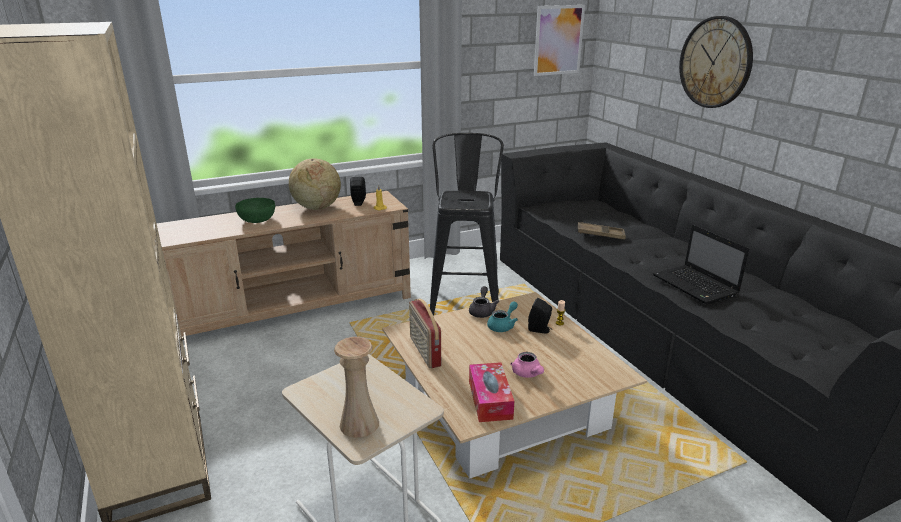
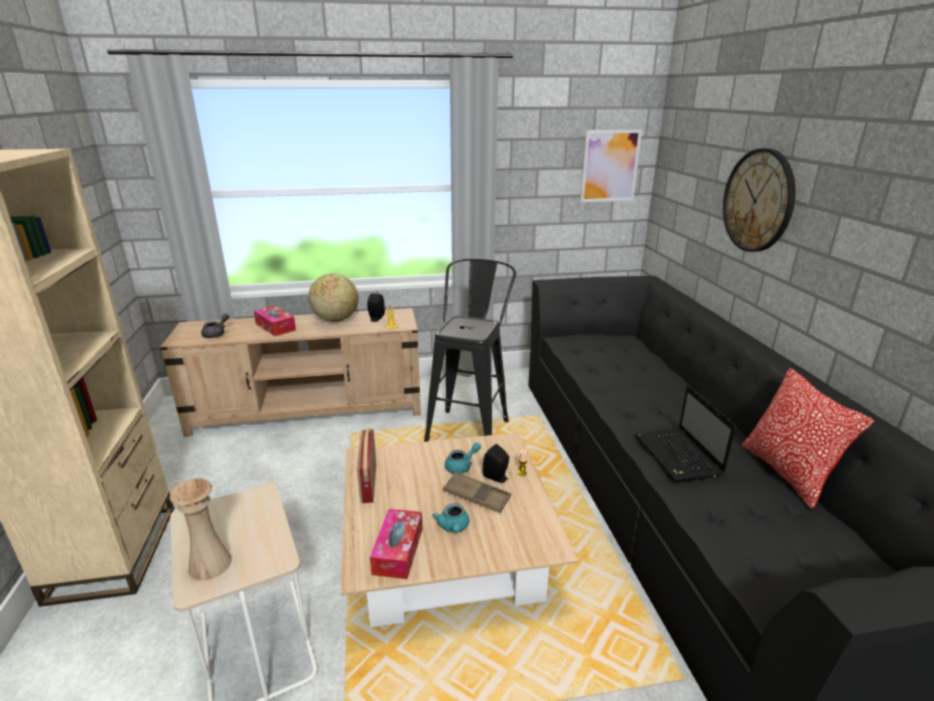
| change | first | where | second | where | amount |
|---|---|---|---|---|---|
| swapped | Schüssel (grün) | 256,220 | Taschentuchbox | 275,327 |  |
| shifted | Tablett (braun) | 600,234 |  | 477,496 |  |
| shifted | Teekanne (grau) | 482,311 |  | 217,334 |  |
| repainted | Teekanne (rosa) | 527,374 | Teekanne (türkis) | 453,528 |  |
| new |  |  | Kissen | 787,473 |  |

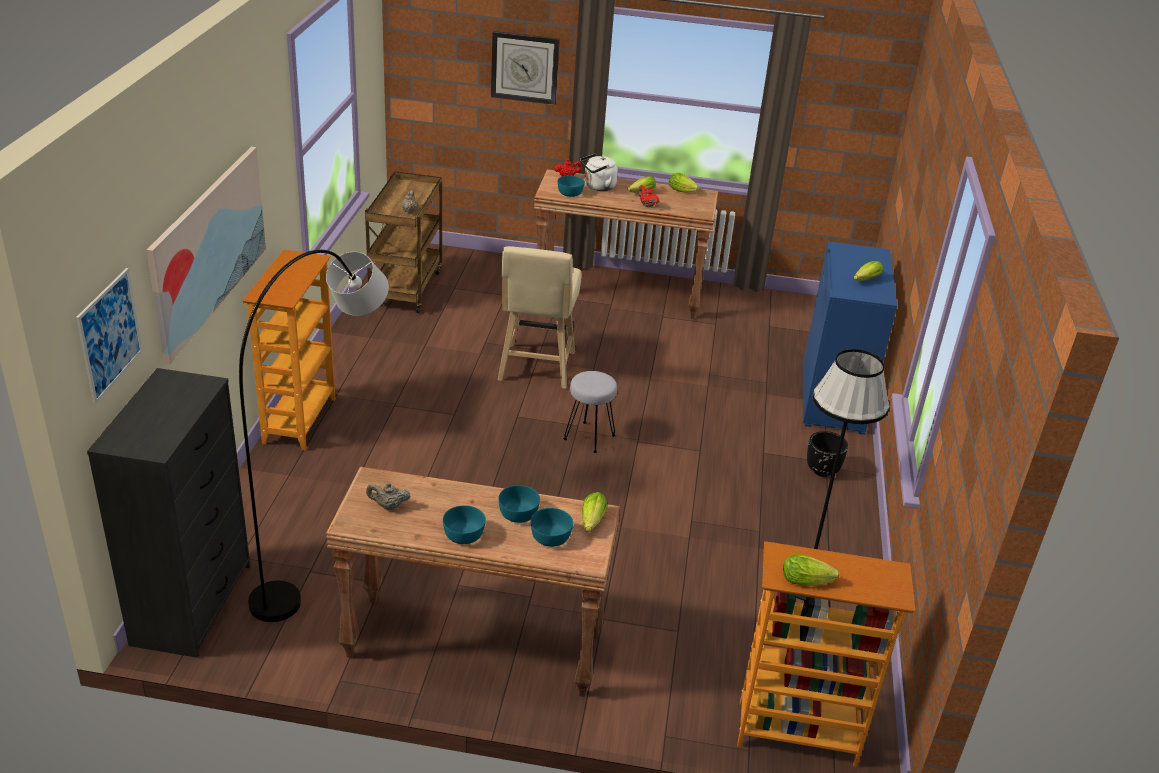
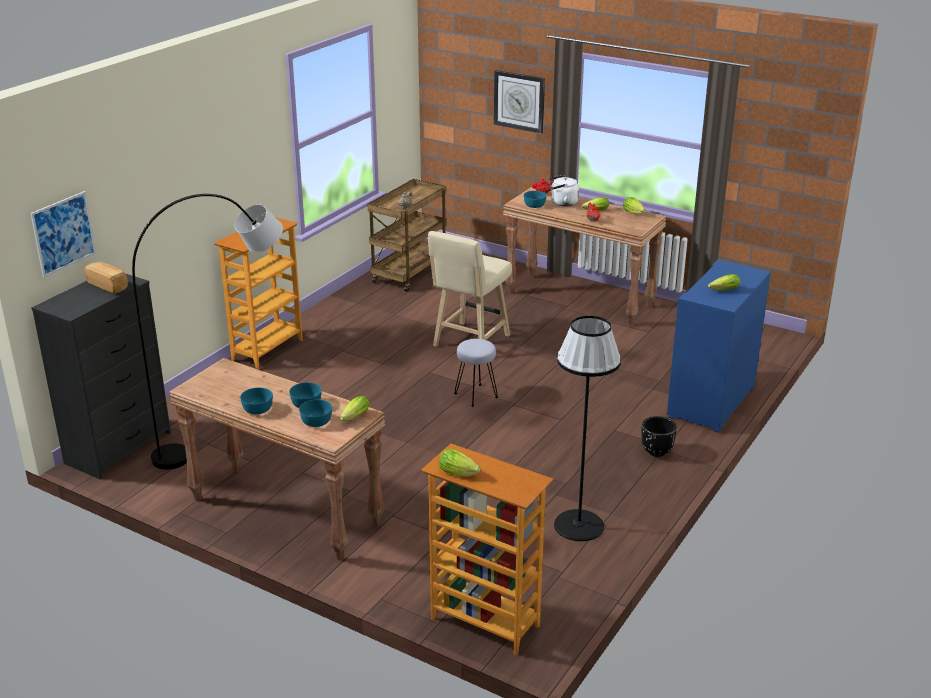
| change | first | where | second | where | amount |
|---|---|---|---|---|---|
| gone | Bild | 210,249 |  |  |  |
| gone | Teekanne (beige) | 388,506 |  |  |  |
| new |  |  | Brot | 108,286 |  |

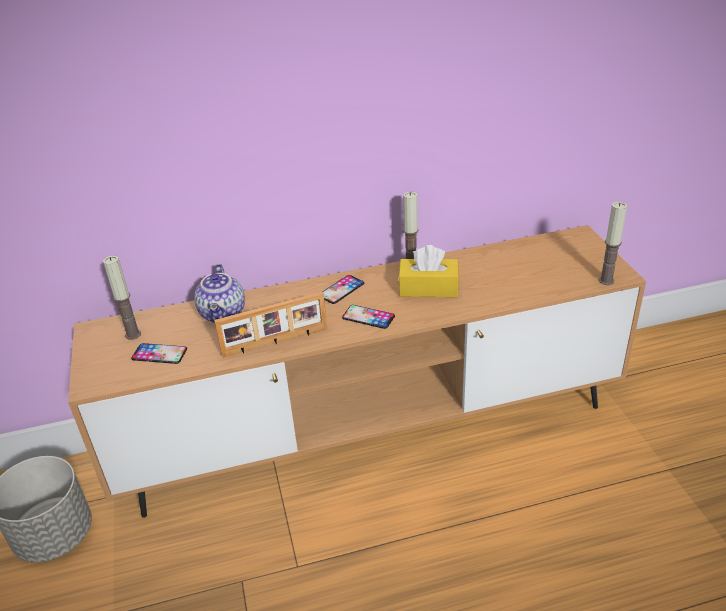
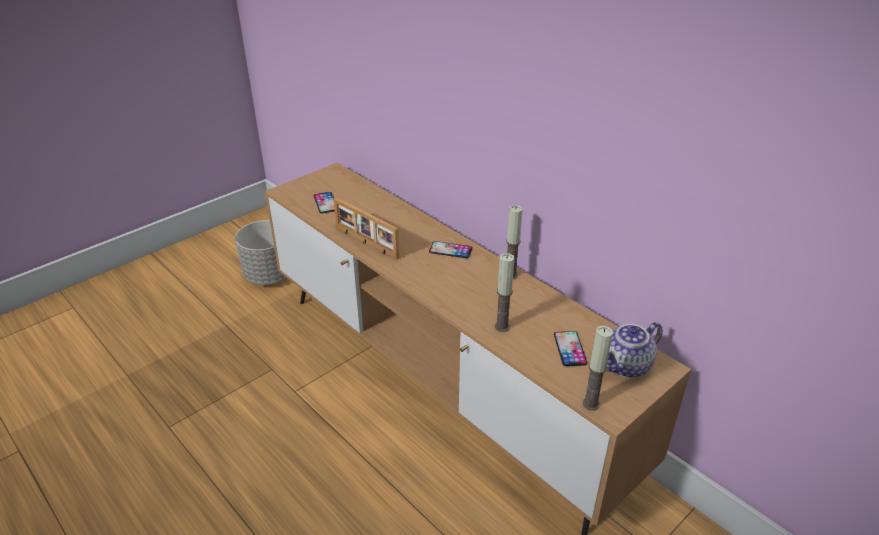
| change | first | where | second | where | amount |
|---|---|---|---|---|---|
| gone | Taschentuchbox (gelb) | 428,288 |  |  |  |
| shifted | Kerze | 133,334 |  | 502,326 |  |
| shifted | Teekanne | 224,314 |  | 626,366 |  |
| shifted | Handy | 368,317 |  | 570,349 |  |

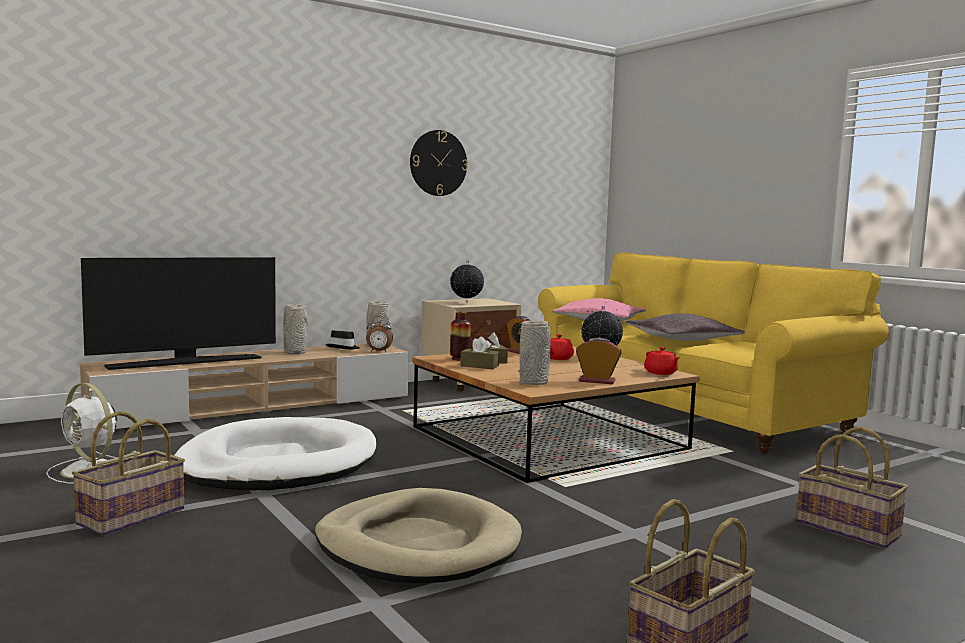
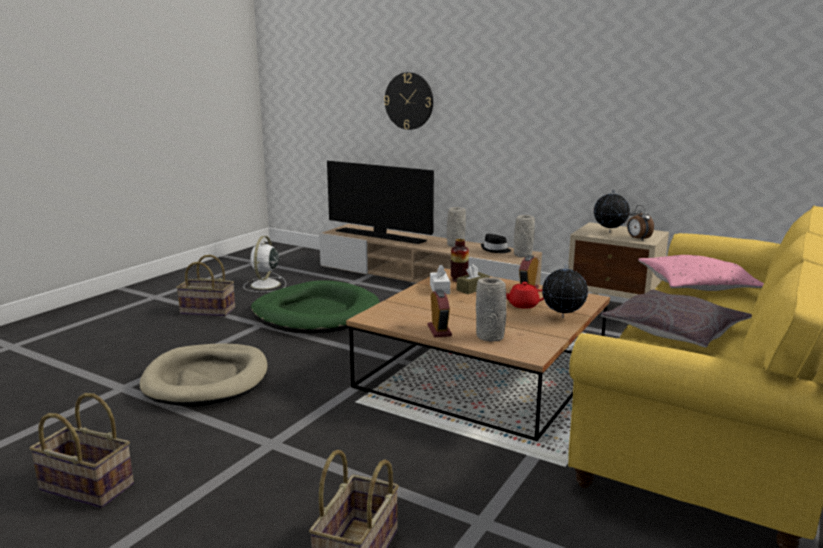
| change | first | where | second | where | amount |
|---|---|---|---|---|---|
| shifted | Wanduhr | 438,163 |  | 409,101 |  |
| shifted | Wecker | 378,351 |  | 638,239 |  |
| shifted | Vase (grau) | 534,383 |  | 491,337 |  |
| repainted | Taschentuchbox (braun) | 479,366 | Taschentuchbox (weiß) | 439,289 |  |
| gone | Teekanne (rot) | 661,373 |  |  |  |
| repainted | Hundebett (weiß) | 278,464 | Hundebett (grün) | 316,314 |  |

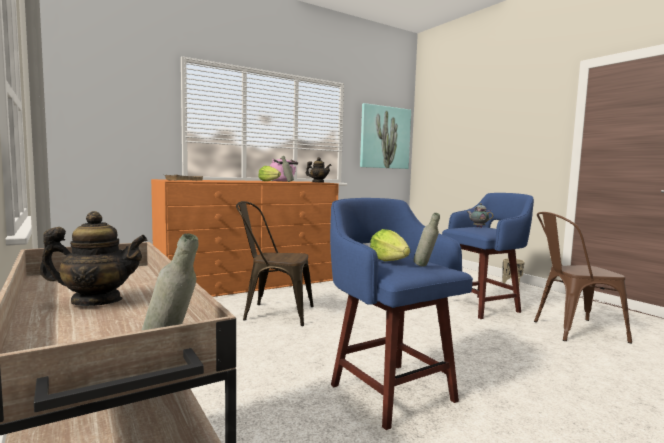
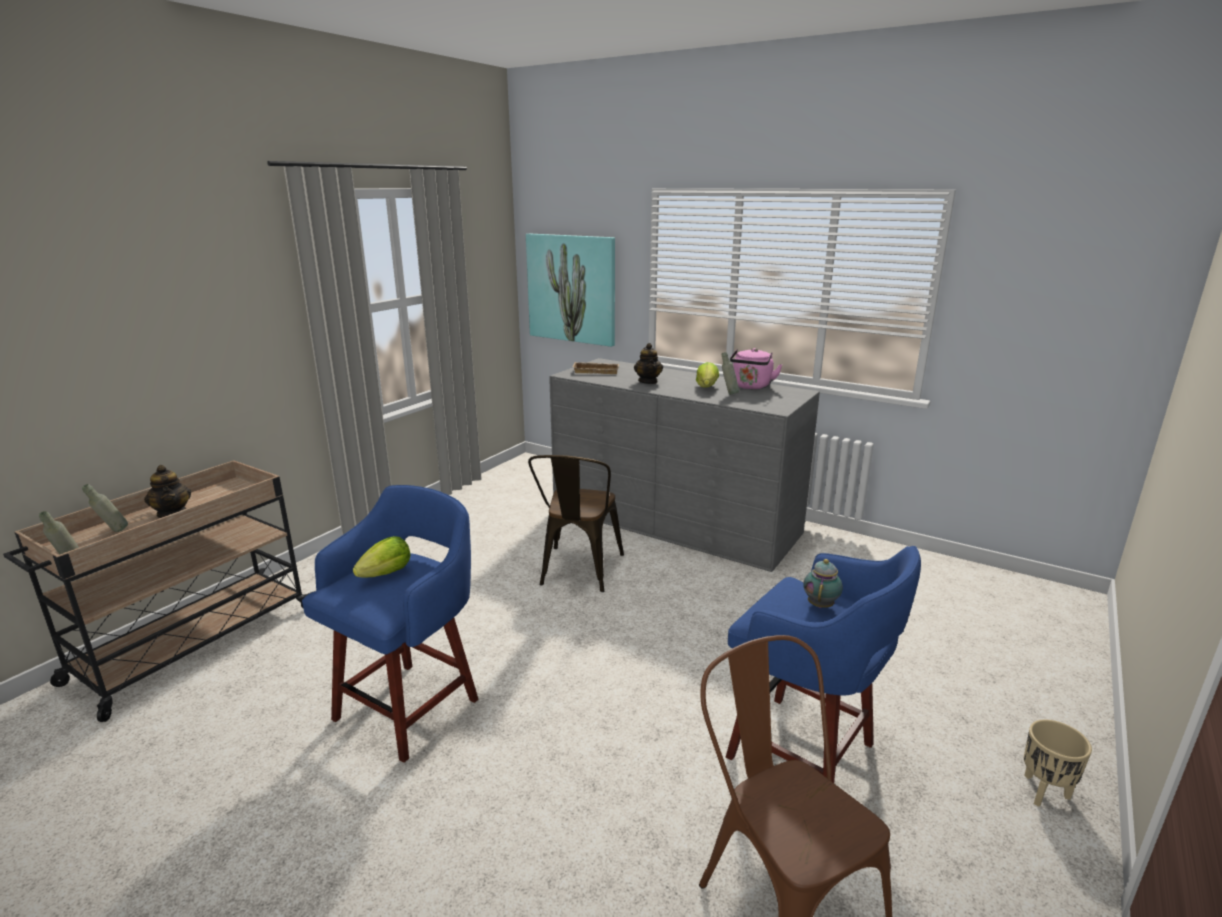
| change | first | where | second | where | amount |
|---|---|---|---|---|---|
| shifted | Bild | 384,137 |  | 572,288 |  |
| shifted | Teekanne | 318,182 |  | 648,381 |  |
| repainted | Kommode (orange) | 249,282 | Kommode (grau) | 674,520 |  |
| rotated | Stuhl (braun) | 273,313 |  | 578,572 | 150 degrees counterclockwise |
| shifted | Flasche (grau) | 425,266 |  | 113,532 |  |

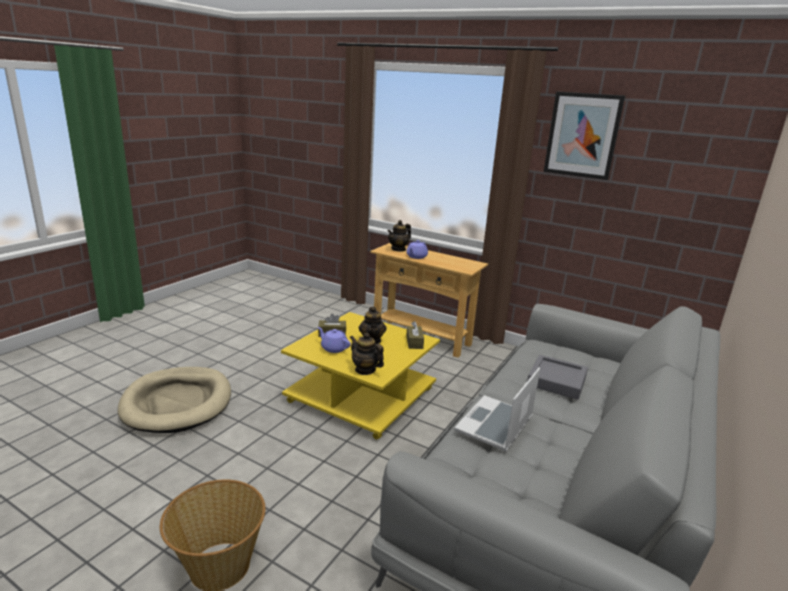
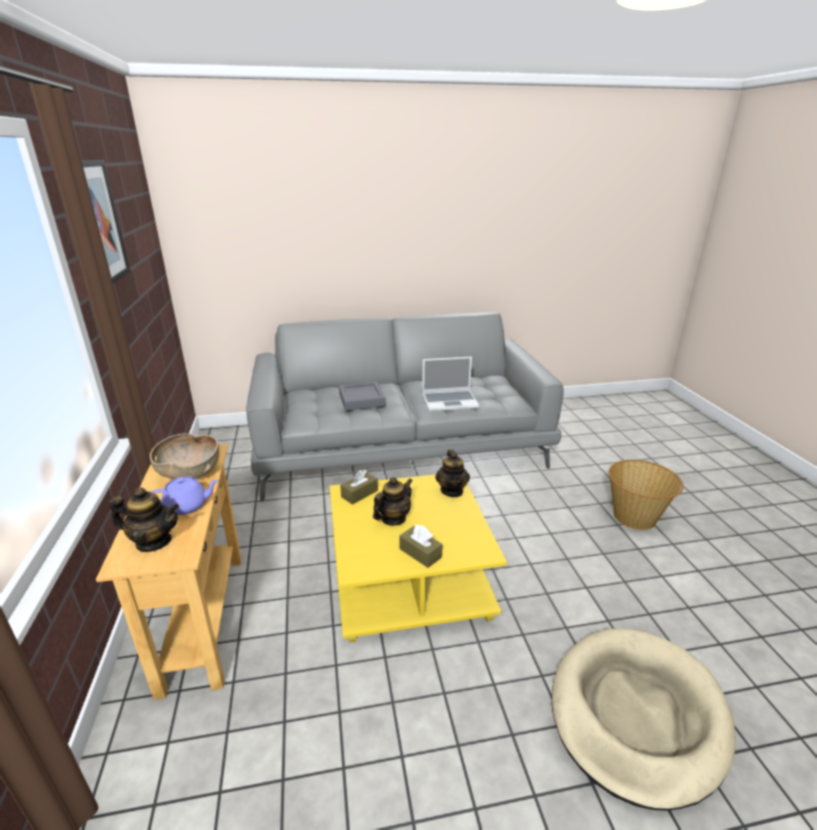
| change | first | where | second | where | amount |
|---|---|---|---|---|---|
| gone | Teekanne (lila) | 333,348 |  |  |  |
| new |  |  | Schüssel (braun) | 190,473 |  |

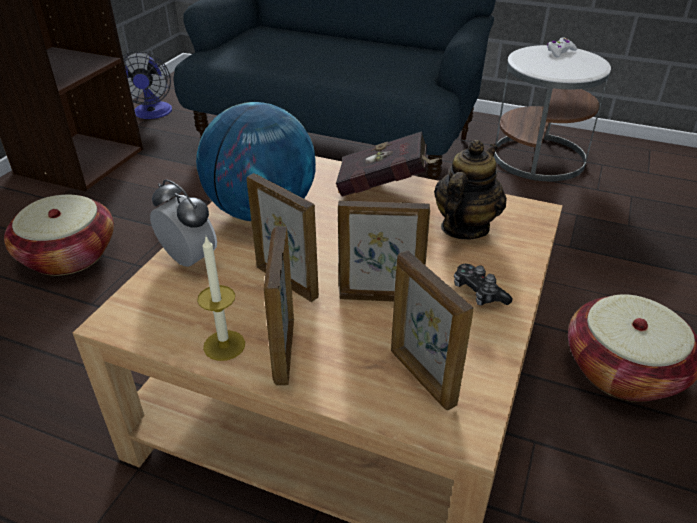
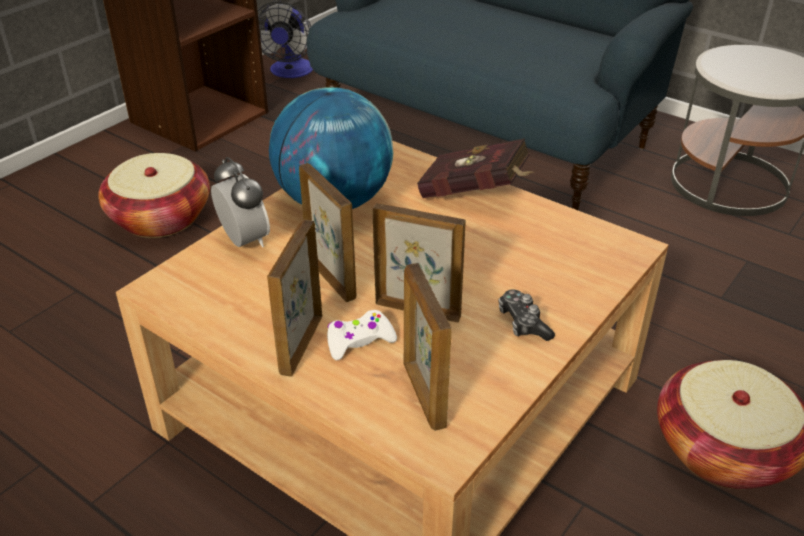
| change | first | where | second | where | amount |
|---|---|---|---|---|---|
| shifted | Gamepad (weiß) | 560,52 |  | 359,341 |  |
| gone | Teekanne | 464,227 |  |  |  |
| gone | Kerze | 224,345 |  |  |  |

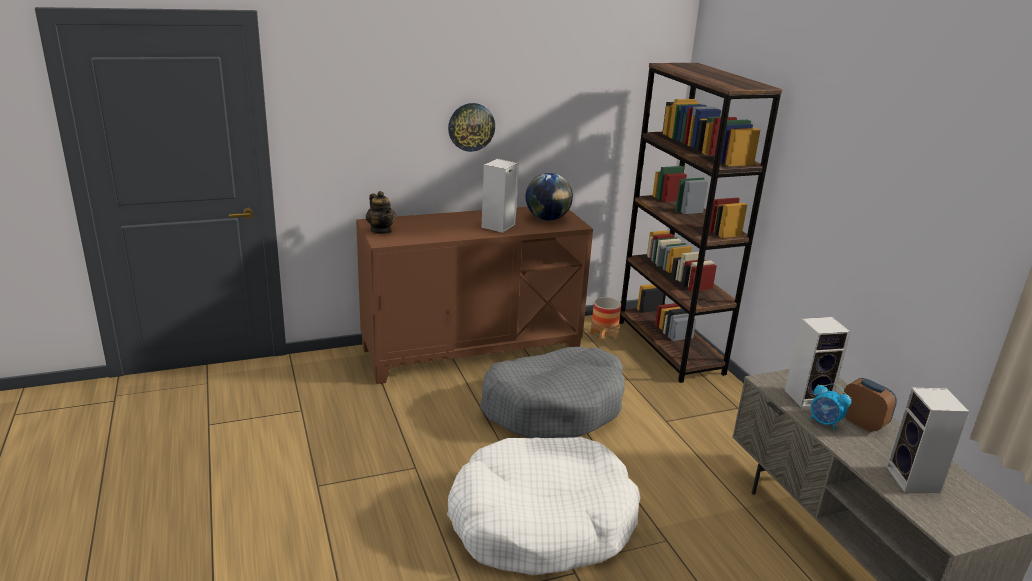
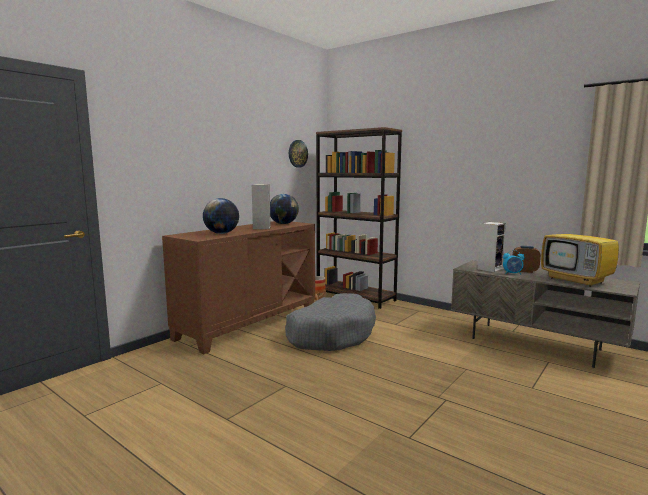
| change | first | where | second | where | amount |
|---|---|---|---|---|---|
| shifted | Wanduhr | 471,127 |  | 297,153 |  |
| gone | Teekanne | 381,230 |  |  |  |
| swapped | Lautsprecher | 914,481 | Fernseher | 577,280 |  |
| gone | Hundebett (weiß) | 541,522 |  |  |  |
| new |  |  | Globus | 221,233 |  |

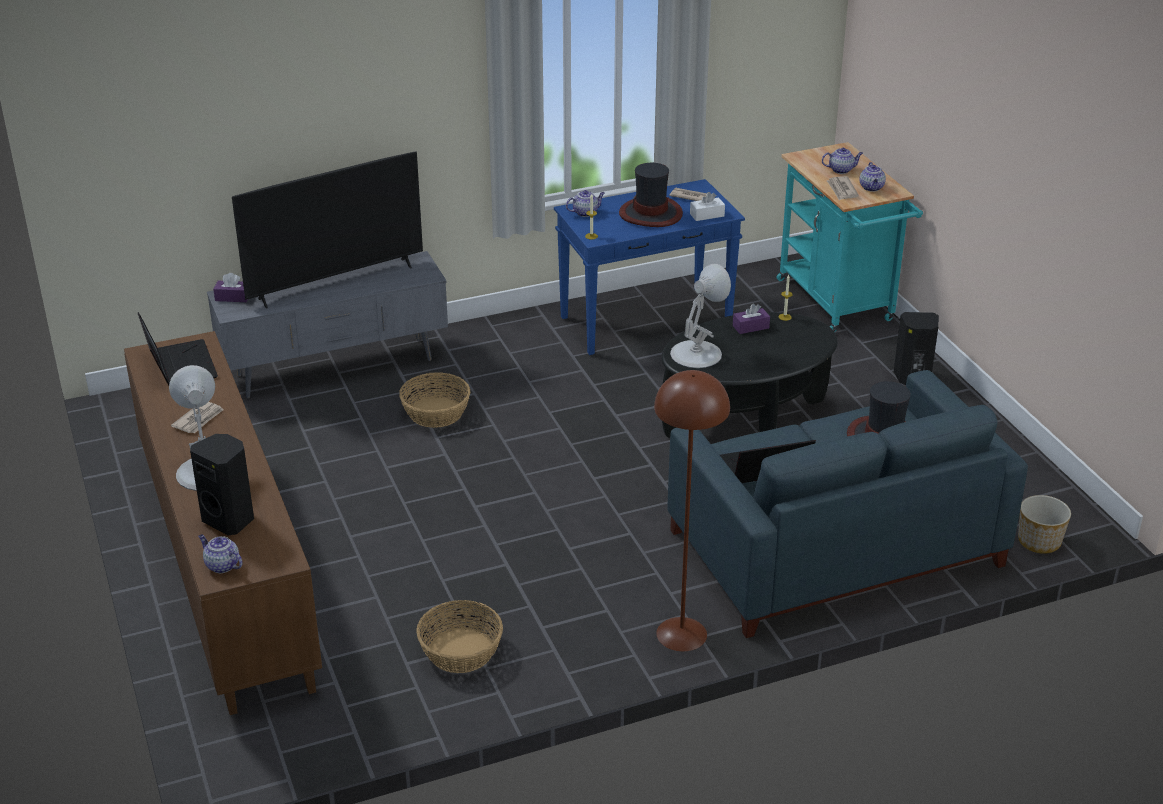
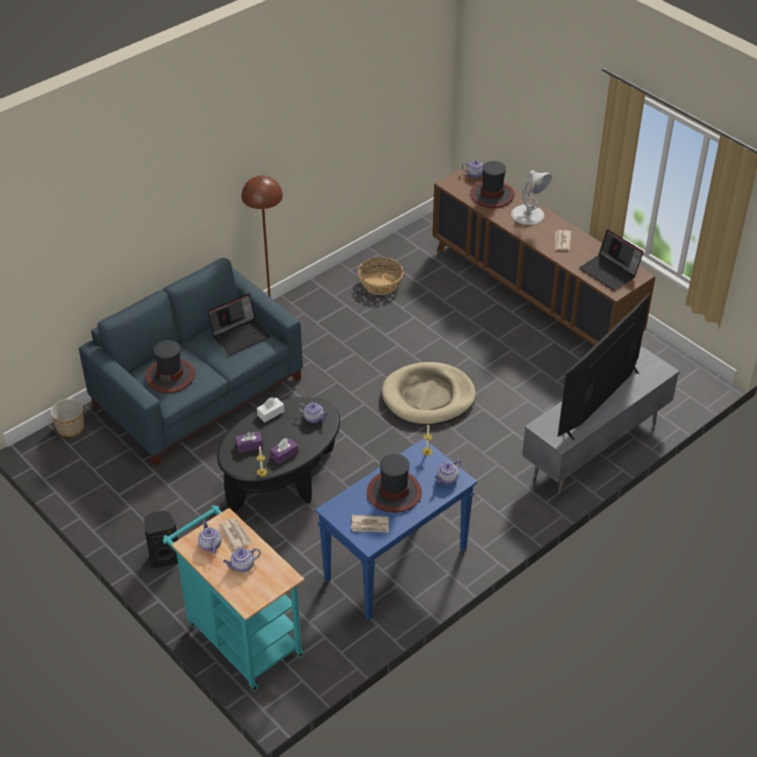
| change | first | where | second | where | amount |
|---|---|---|---|---|---|
| shifted | Taschentuchbox (weiß) | 707,215 |  | 270,413 |  |
| swapped | Tischlampe (weiß) | 696,353 | Teekanne | 314,418 |  |
| shifted | Taschentuchbox (lila) | 233,297 |  | 249,445 |  |
| gone | Korb | 436,413 |  |  |  |
| swapped | Lautsprecher (schwarz) | 230,520 | Hut | 492,195 |  |
| new |  |  | Hundebett (beige) | 428,397 |  |

